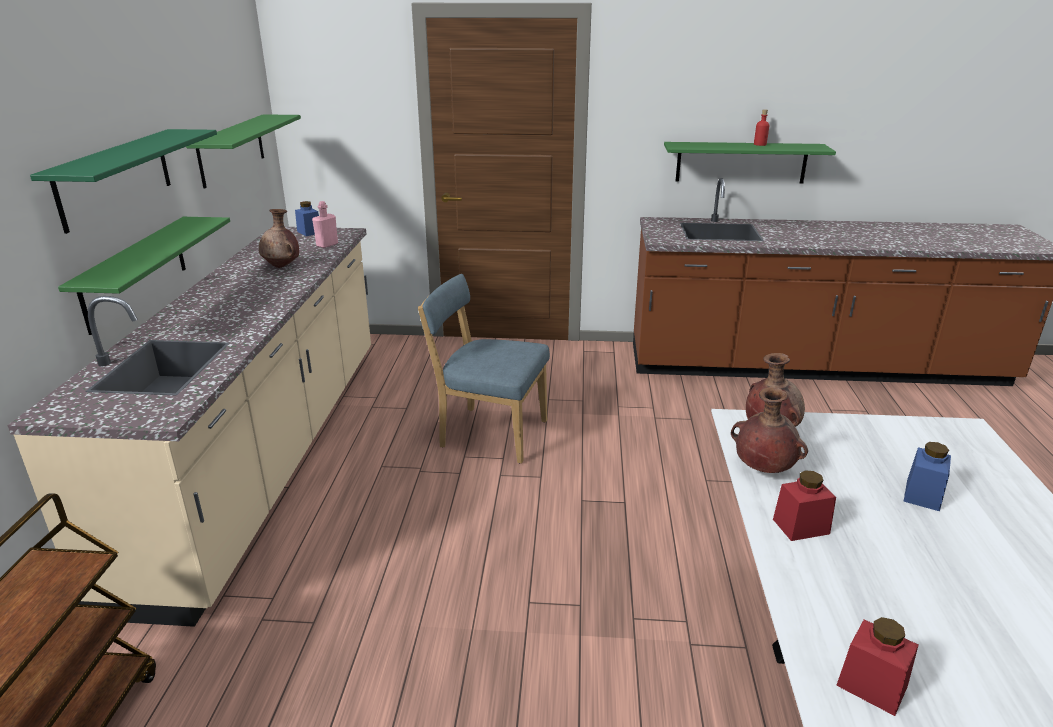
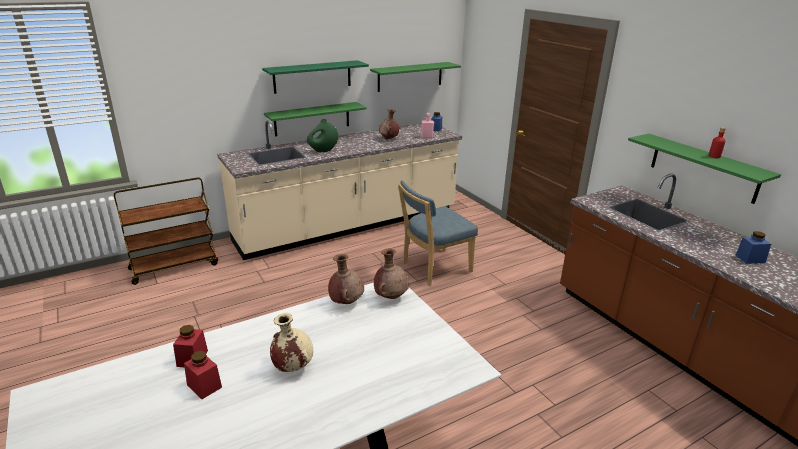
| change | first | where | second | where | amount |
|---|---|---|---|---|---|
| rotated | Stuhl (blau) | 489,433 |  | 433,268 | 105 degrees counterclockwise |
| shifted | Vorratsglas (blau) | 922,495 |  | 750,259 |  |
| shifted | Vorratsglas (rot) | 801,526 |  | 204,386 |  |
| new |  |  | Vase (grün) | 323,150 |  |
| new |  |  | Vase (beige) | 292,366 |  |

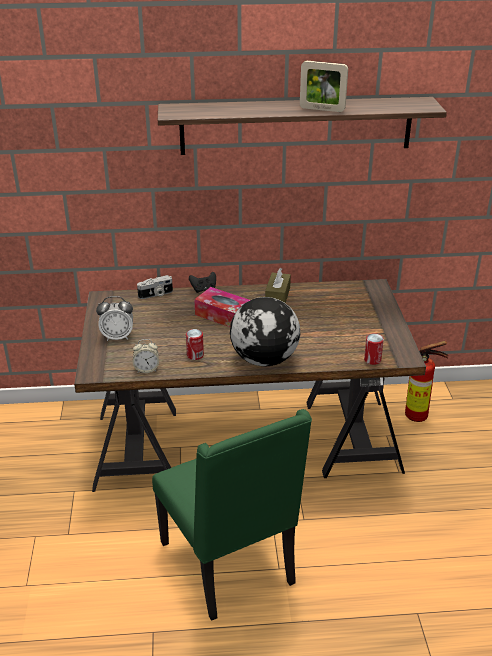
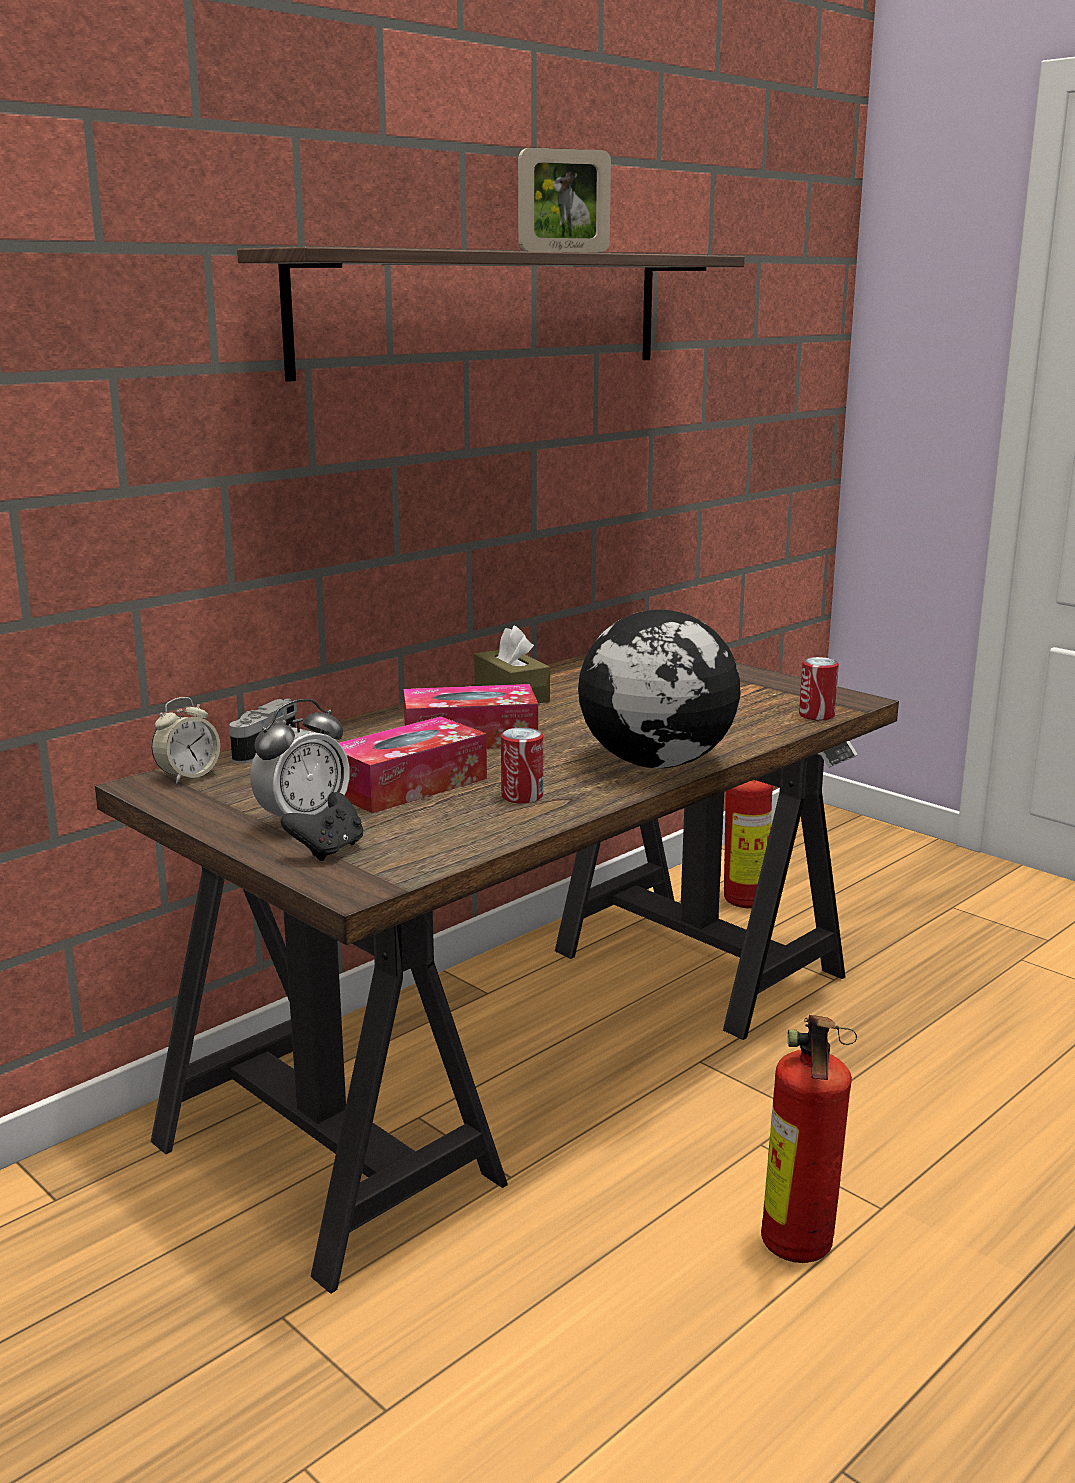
| change | first | where | second | where | amount |
|---|---|---|---|---|---|
| shifted | Gamepad (schwarz) | 203,289 |  | 328,850 |  |
| shifted | Wecker | 146,369 |  | 188,776 |  |
| swapped | Stuhl (grün) | 230,564 | Feuerlöscher | 796,1252 |  |
| new |  |  | Taschentuchbox | 408,785 |  |

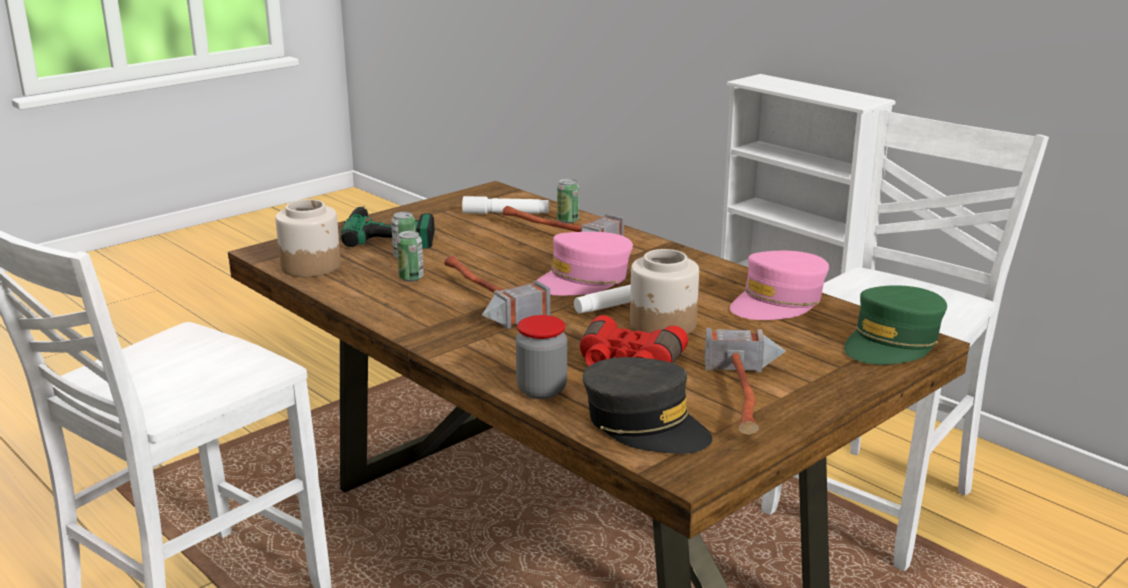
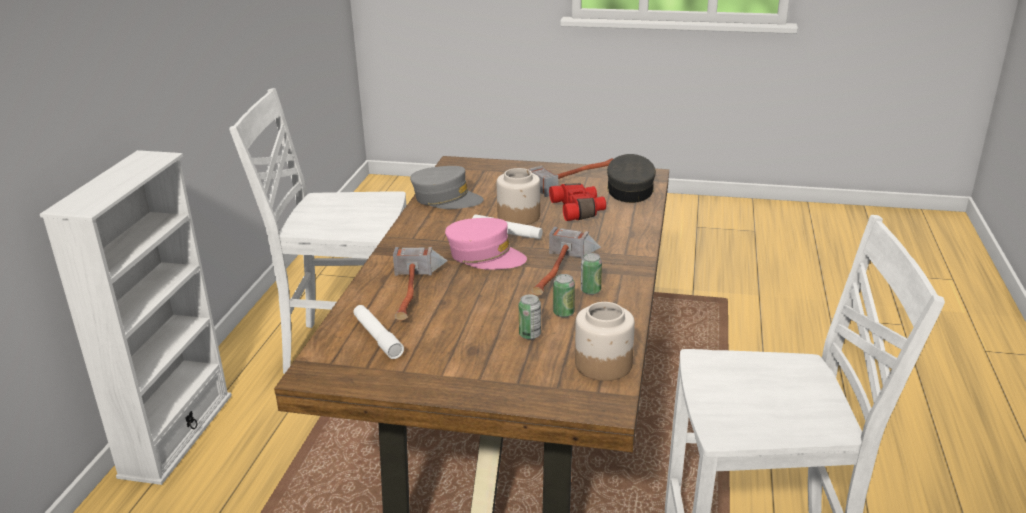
| change | first | where | second | where | amount |
|---|---|---|---|---|---|
| shifted | Dose | 568,220 |  | 590,290 |  |
| gone | Bohrmaschine | 390,231 |  |  |  |
| repainted | Kappe (rosa) | 778,302 | Kappe (grau) | 446,199 |  |
| gone | Kappe (grün) | 892,343 |  |  |  |
| gone | Vorratsglas | 541,390 |  |  |  |

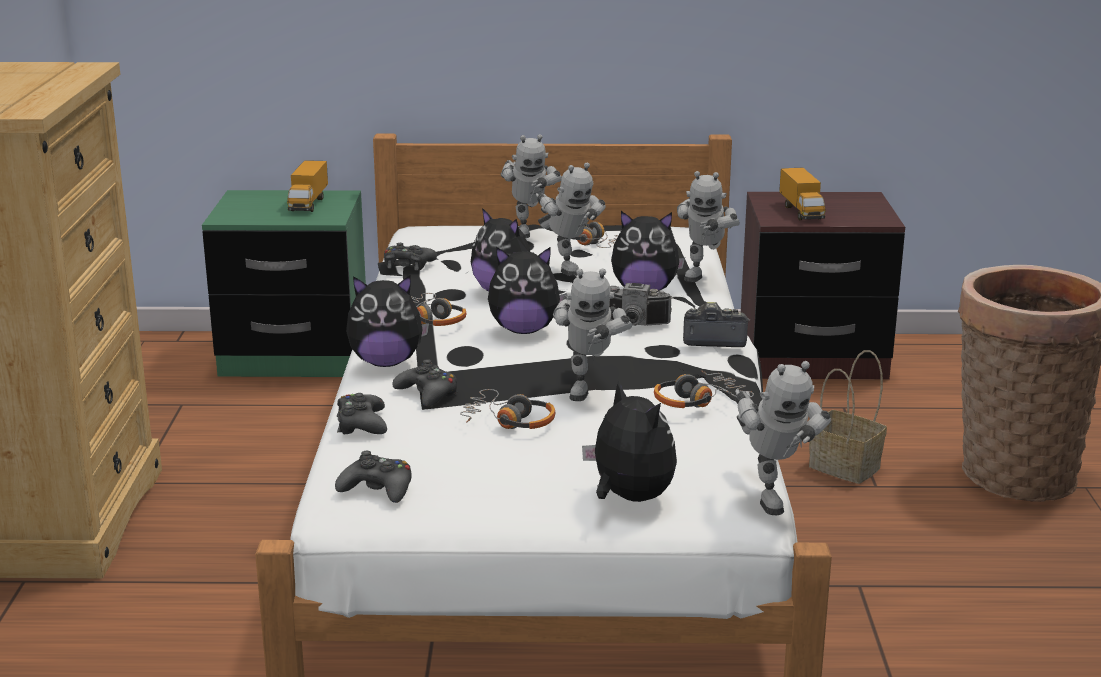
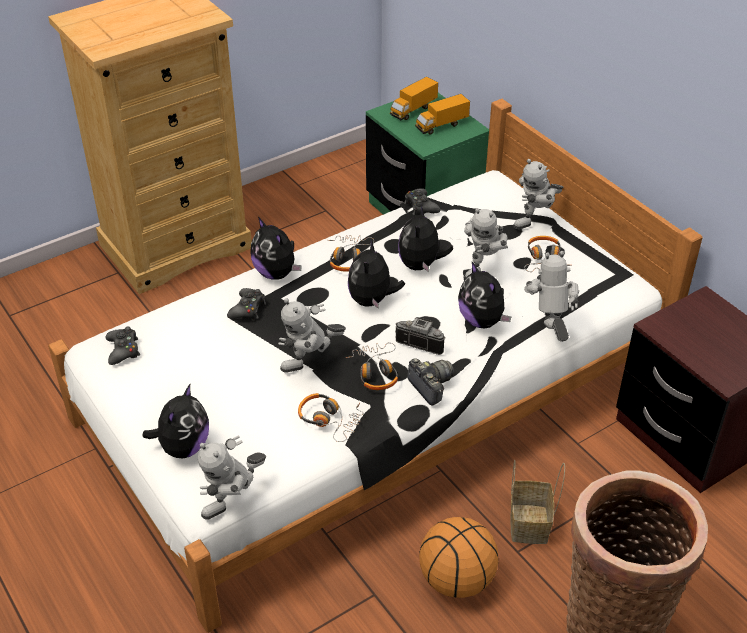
| change | first | where | second | where | amount |
|---|---|---|---|---|---|
| shifted | Spielzeuglaster | 801,212 |  | 413,110 |  |
| rotated | Spielzeugroboter | 704,274 |  | 549,333 | 105 degrees clockwise |
| rotated | Plüschtier | 524,330 |  | 372,300 | 45 degrees clockwise |
| rotated | Kamera | 634,324 |  | 422,341 | 135 degrees clockwise |
| shifted | Kopfhörer | 508,421 |  | 375,372 |  |
| gone | Gamepad (schwarz) | 361,424 |  |  |  |
| new |  |  | Basketball | 457,580 |  |

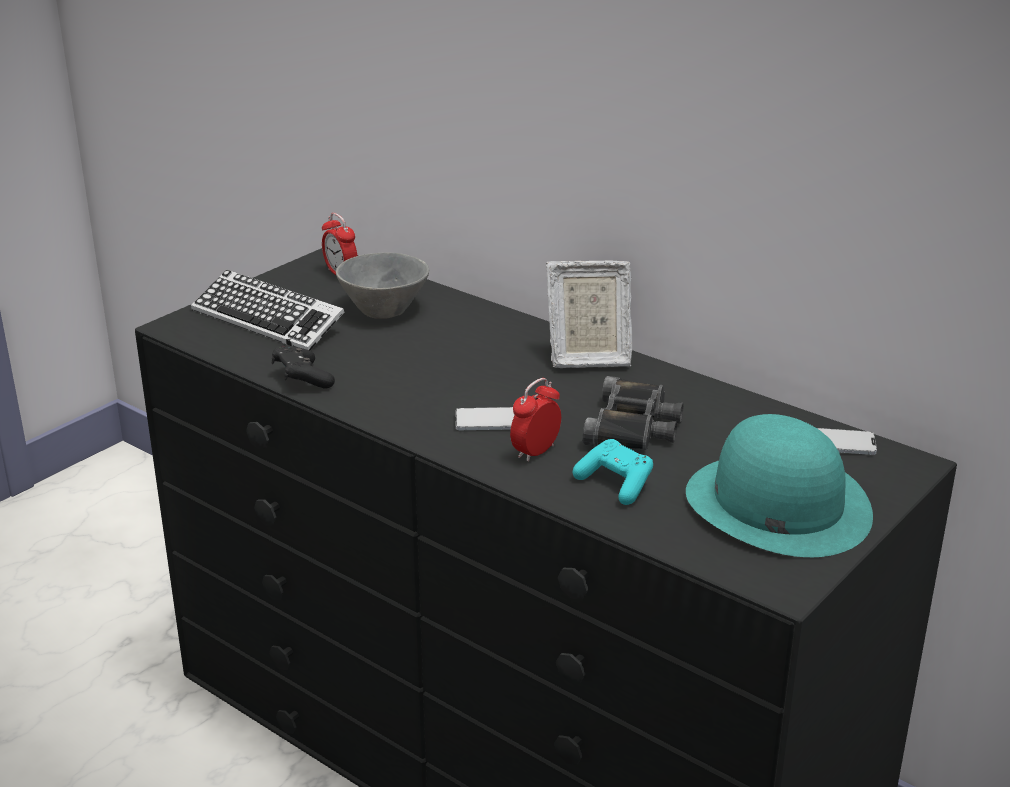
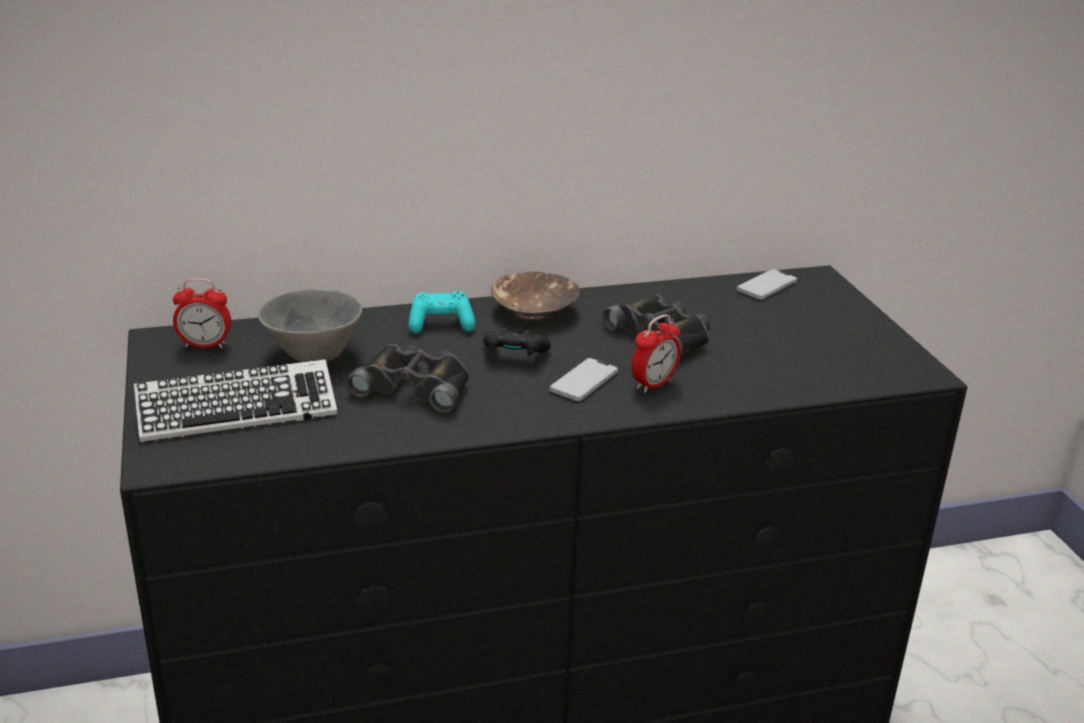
| change | first | where | second | where | amount |
|---|---|---|---|---|---|
| swapped | Bilderrahmen | 587,358 | Schüssel (braun) | 534,310 |  |
| shifted | Gamepad (schwarz) | 302,379 |  | 514,356 |  |
| rotated | Wecker | 535,452 |  | 653,384 | 120 degrees counterclockwise |
| gone | Hut (türkis) | 776,504 |  |  |  |
| shifted | Gamepad (türkis) | 616,484 |  | 441,324 |  |
| new |  |  | Fernglas (schwarz) | 414,386 |  |

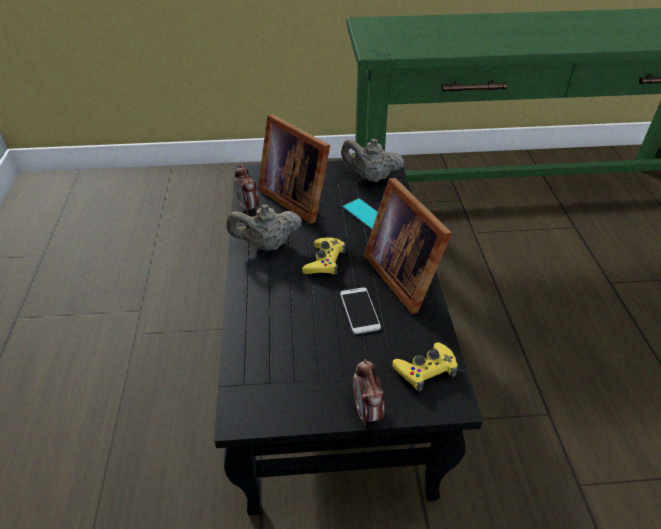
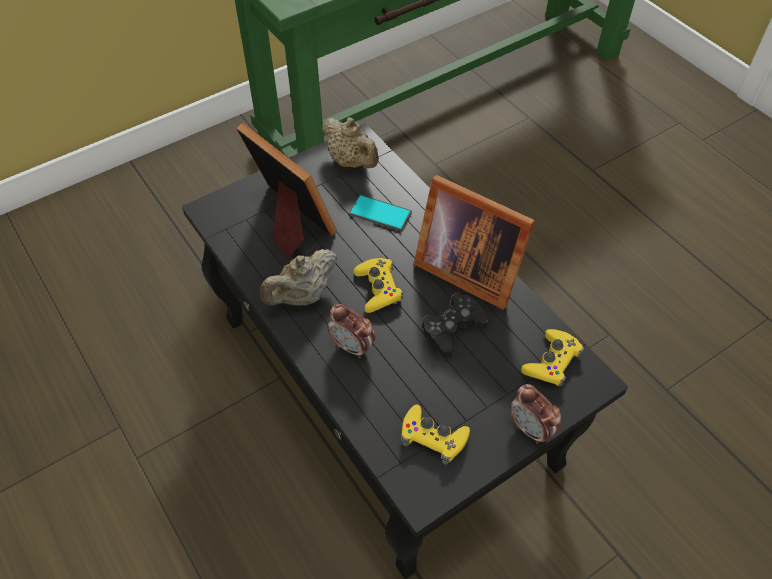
| change | first | where | second | where | amount |
|---|---|---|---|---|---|
| rotated | Bilderrahmen | 296,197 |  | 289,221 | 150 degrees counterclockwise |
| rotated | Teekanne (beige) | 370,177 |  | 352,162 | 120 degrees counterclockwise |
| shifted | Wecker | 248,208 |  | 352,347 |  |
| swapped | Handy | 359,310 | Gamepad (schwarz) | 452,329 |  |
| new |  |  | Gamepad (gelb) | 433,437 |  |

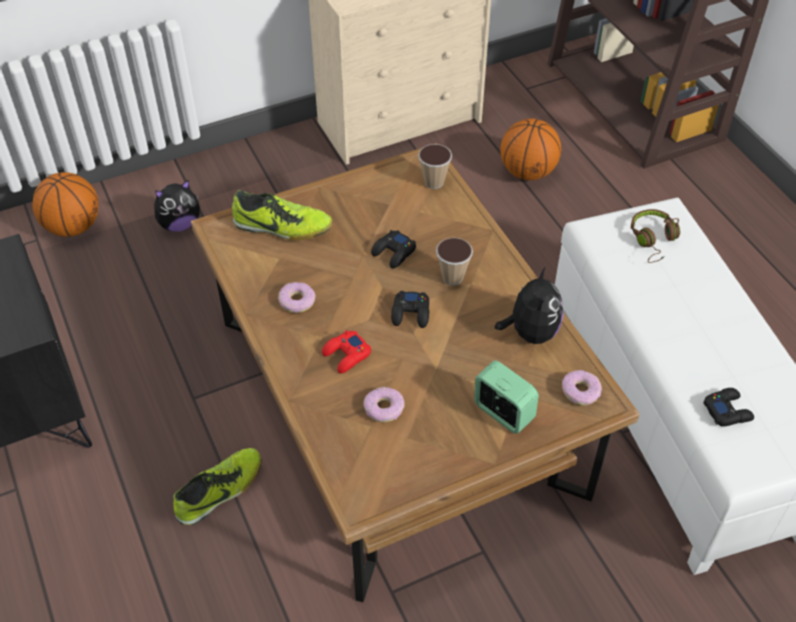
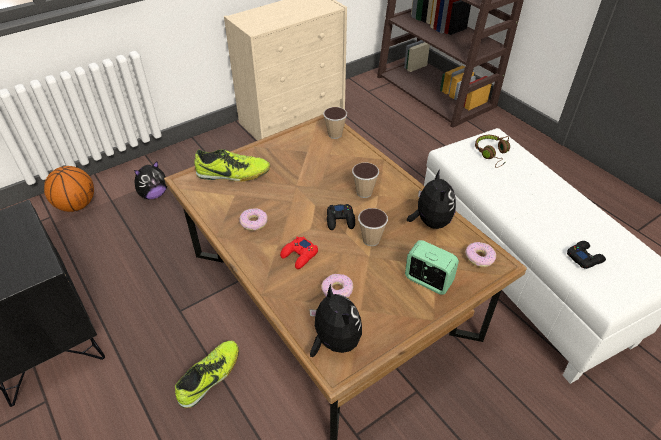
| change | first | where | second | where | amount |
|---|---|---|---|---|---|
| gone | Basketball | 528,172 |  |  |  |
| gone | Gamepad (schwarz) | 394,253 |  |  |  |
| new |  |  | Tasse | 371,240 |  |
| new |  |  | Plüschtier | 334,342 |  |

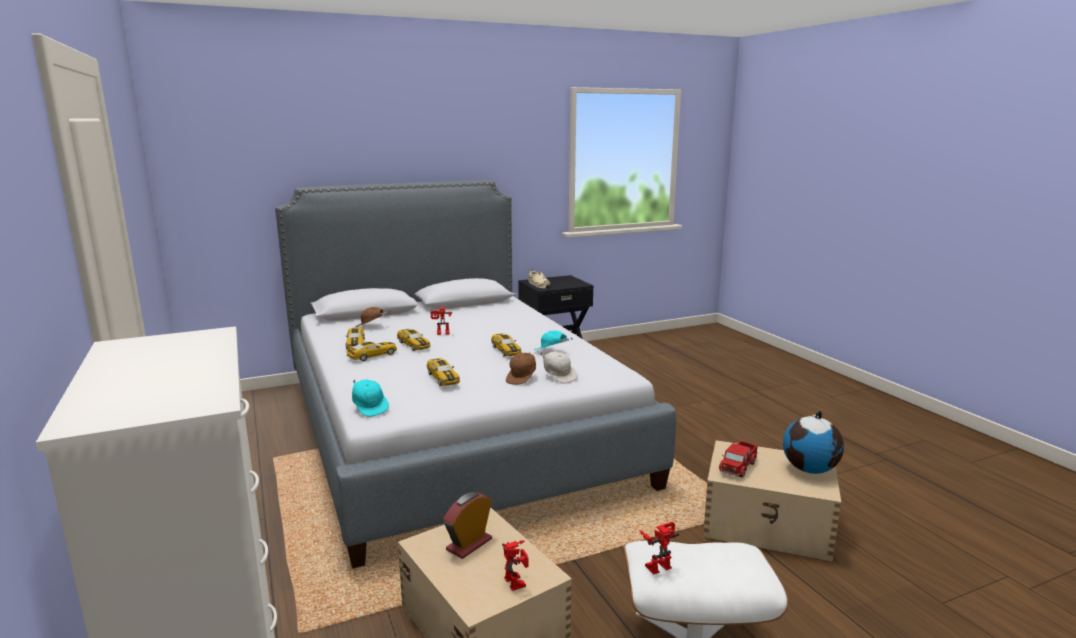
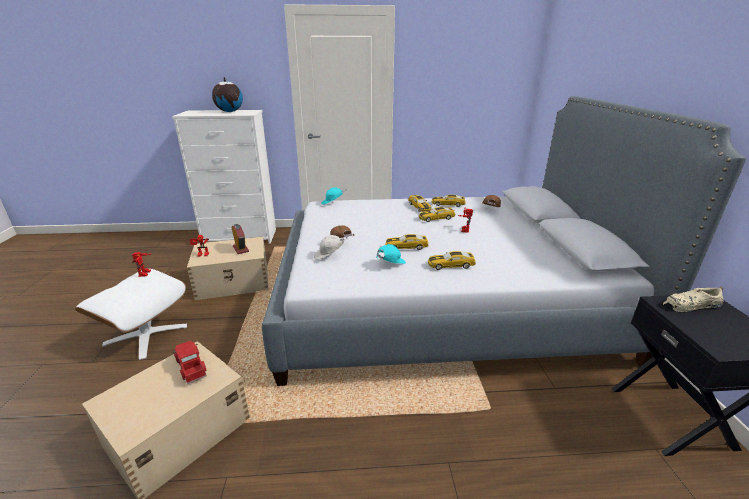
| change | first | where | second | where | amount |
|---|---|---|---|---|---|
| shifted | Spielzeugauto | 443,378 |  | 450,265 |  |
| shifted | Globus | 810,470 |  | 229,111 |  |

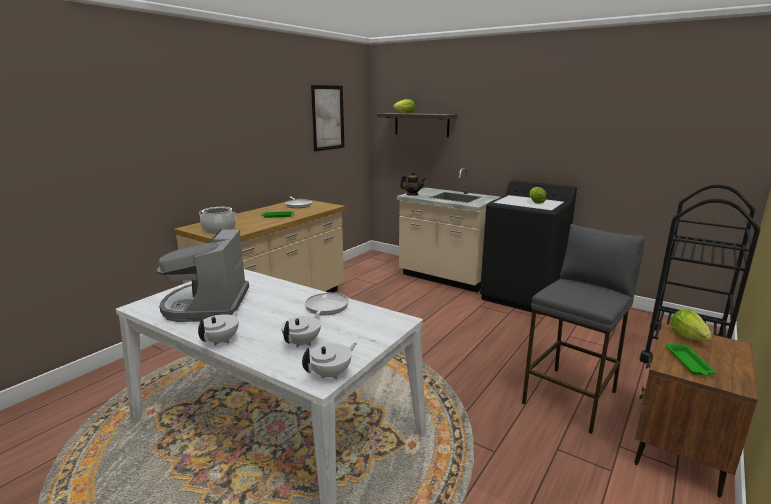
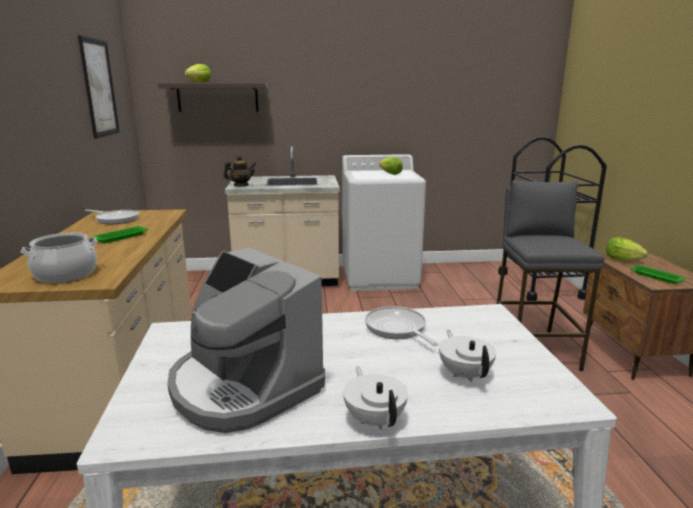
| change | first | where | second | where | amount |
|---|---|---|---|---|---|
| repainted | Waschmaschine (schwarz) | 522,296 | Waschmaschine (weiß) | 380,277 |  |
| gone | Teekanne (weiß) | 331,374 |  |  |  |

